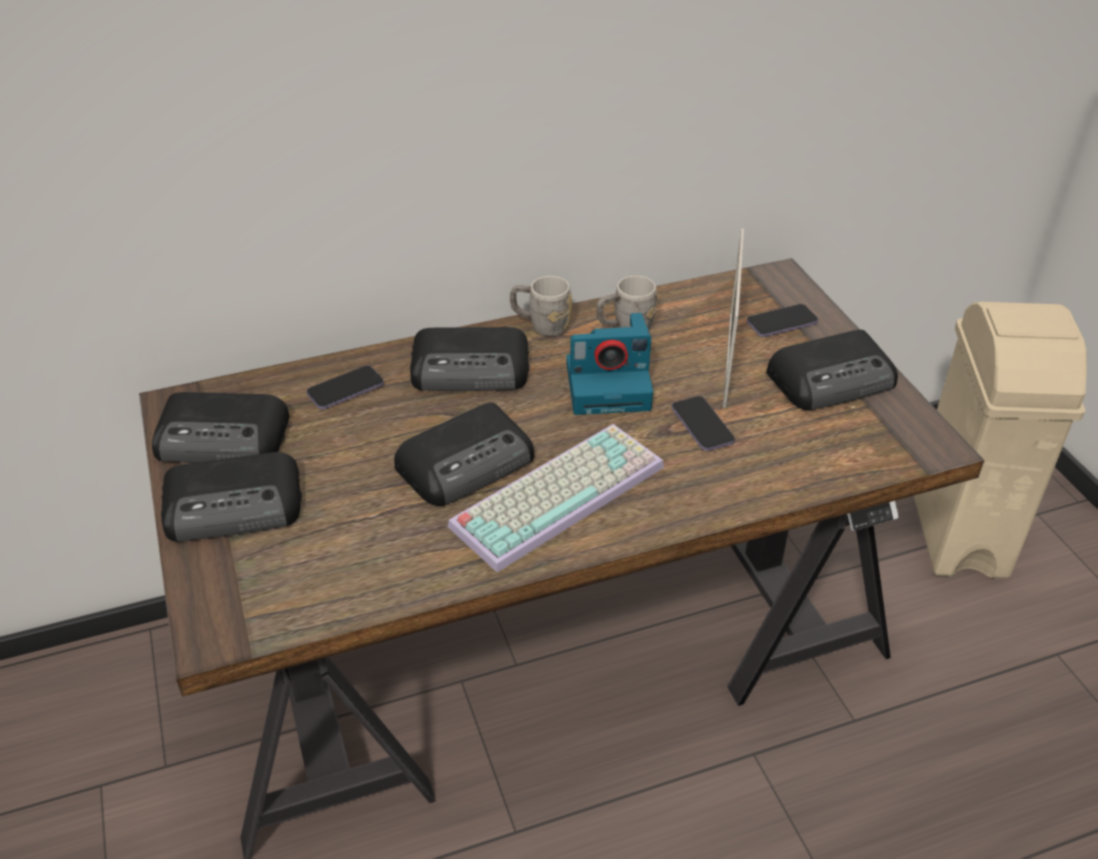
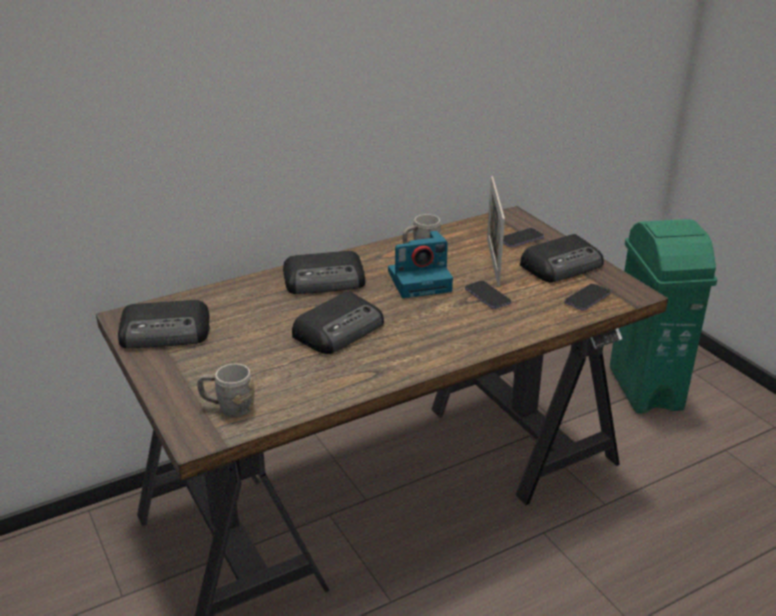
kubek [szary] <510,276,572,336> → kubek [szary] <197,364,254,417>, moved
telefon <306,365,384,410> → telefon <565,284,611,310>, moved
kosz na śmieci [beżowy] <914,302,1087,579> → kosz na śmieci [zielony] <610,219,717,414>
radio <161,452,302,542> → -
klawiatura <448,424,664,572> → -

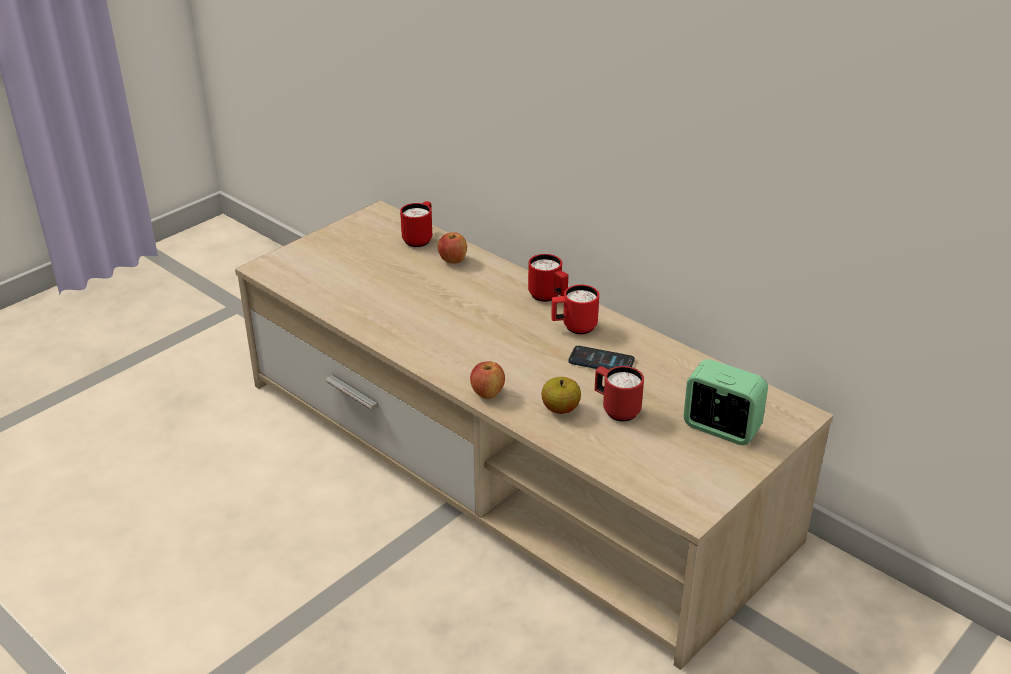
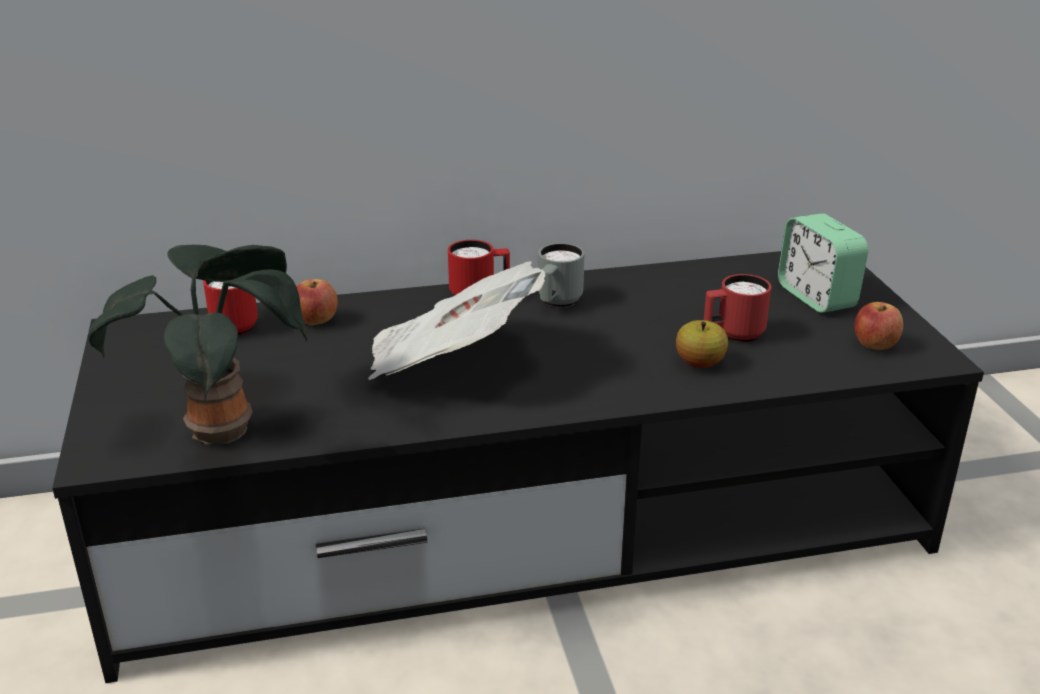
szafka pod telewizor [beżowy] <235,201,834,670> → szafka pod telewizor [czarny] <52,251,984,683>
- → roślina doniczkowa <88,245,307,445>
- → gazeta <368,261,545,380>
kubek [czerwony] <551,285,599,334> → kubek [szary] <538,243,585,307>
budzik <683,359,768,445> → budzik <778,213,869,313>, 90 degrees counterclockwise
jabłko <470,361,505,399> → jabłko <854,302,903,350>, moved
telefon <568,346,635,370> → -

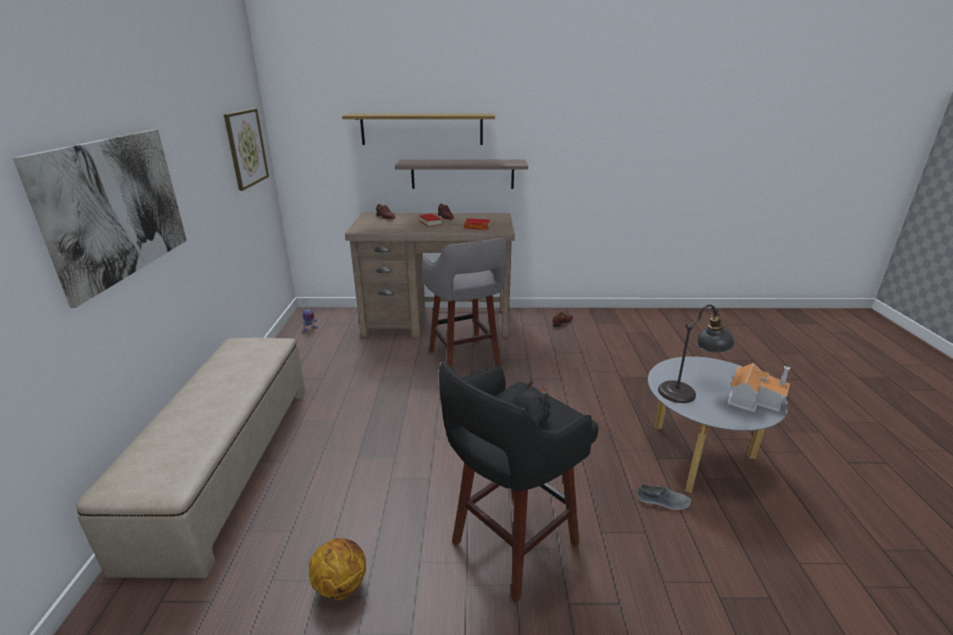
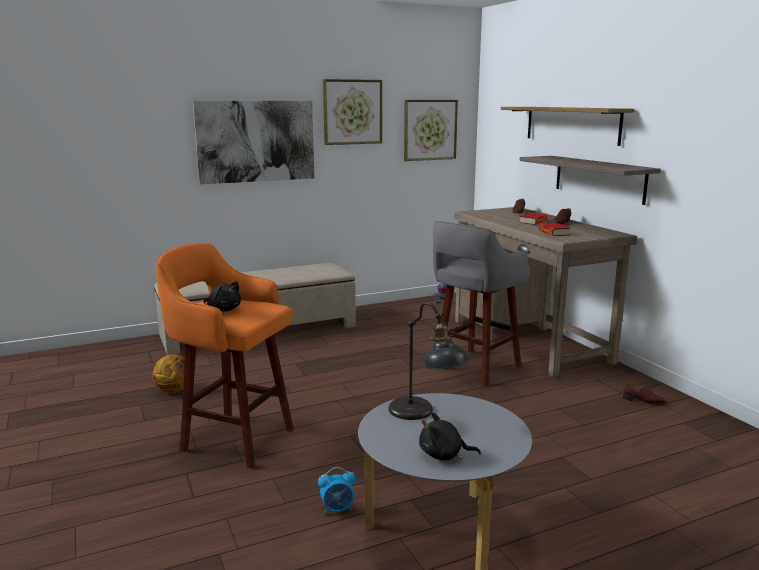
stołek [czarny] <439,362,599,602> → stołek [pomarańczowy] <156,243,294,468>
but [szary] <637,484,691,510> → budzik <318,467,356,515>
- → obraz <323,79,382,145>
domek <727,363,790,412> → pluszak [czarny] <419,412,481,460>

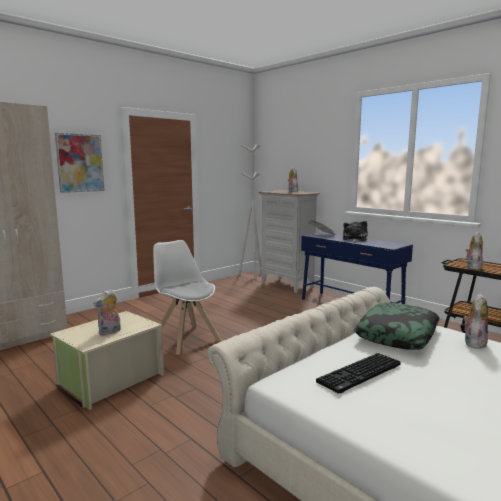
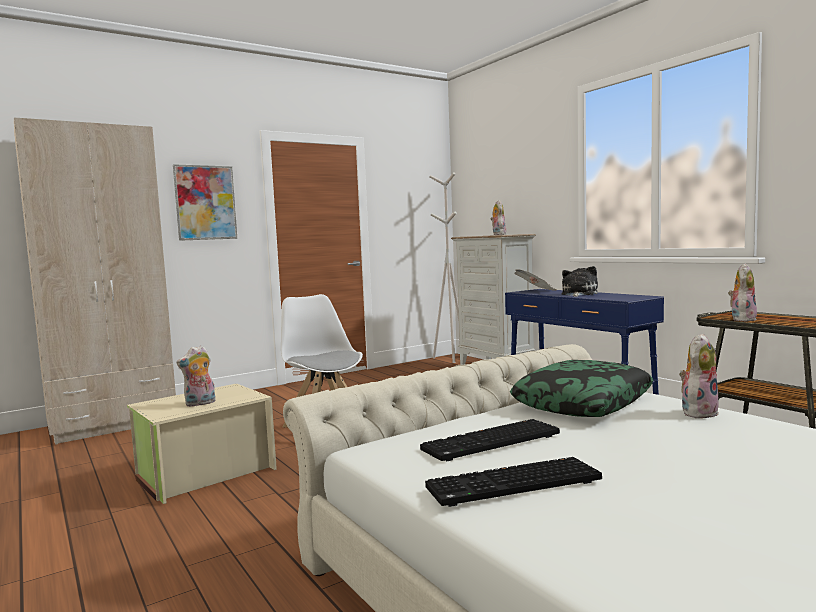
- → klawiatura <425,457,602,507>

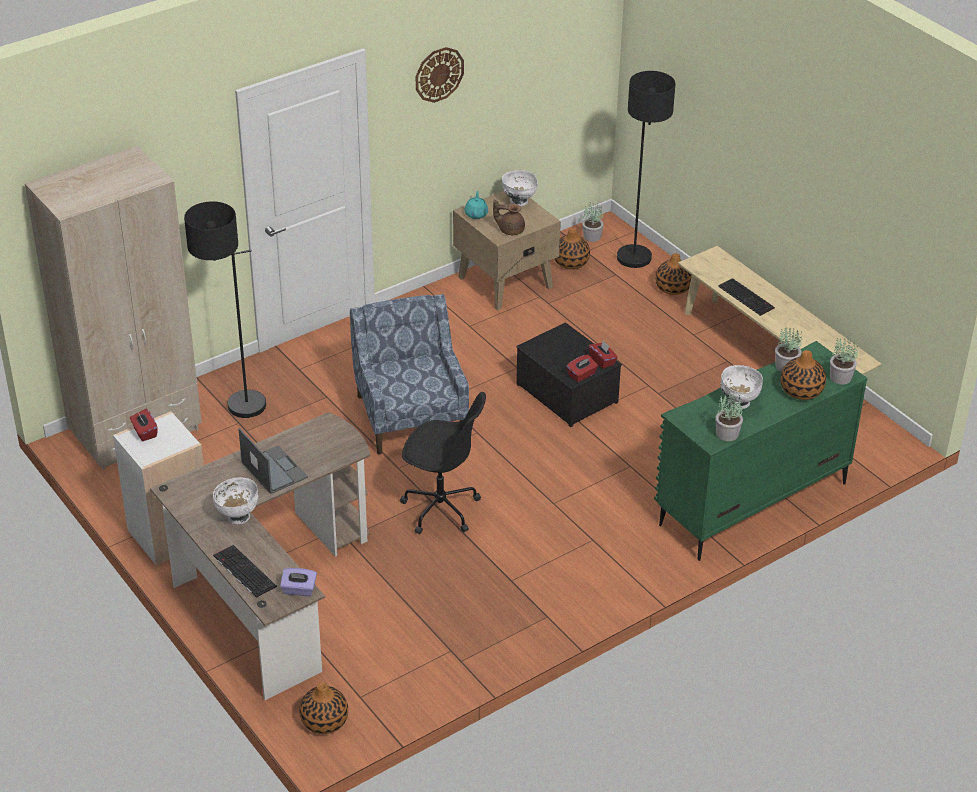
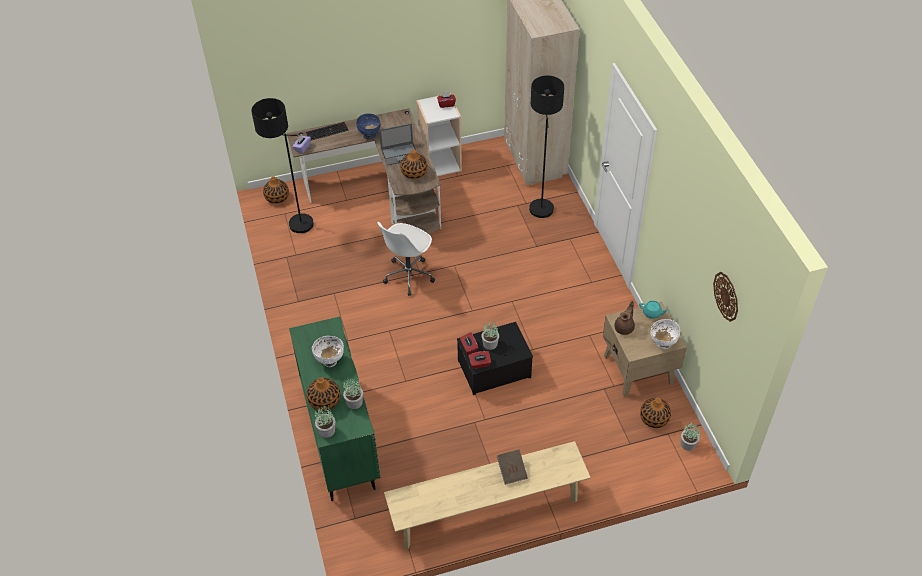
lampa stojąca [czarny] <617,71,675,268> → lampa stojąca [czarny] <251,98,314,233>, moved
miska [biały] <213,477,258,524> → miska [niebieski] <356,114,381,139>
krzesło biurowe [czarny] <400,392,486,534> → krzesło biurowe [biały] <377,222,435,296>
wazon <655,253,692,295> → wazon <400,150,428,179>, moved
roślina doniczkowa <716,392,743,441> → roślina doniczkowa <482,321,499,350>, moved
klawiatura <718,278,775,316> → książka [brązowy] <497,449,528,485>
zegar ścienny <416,47,464,103> → zegar ścienny <713,272,738,322>, moved
fotel [niebieski] <350,294,469,454> → -

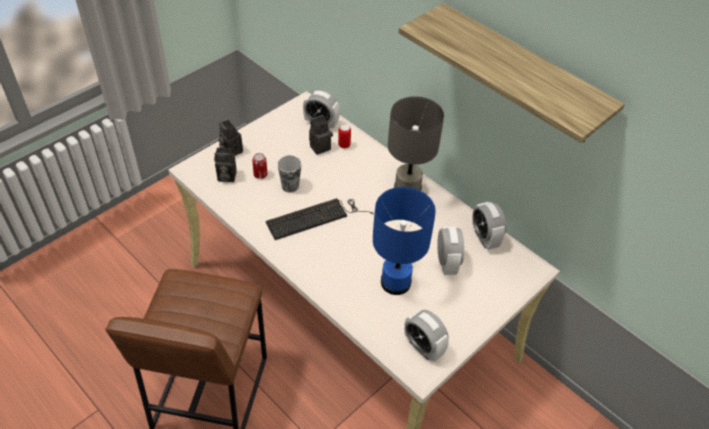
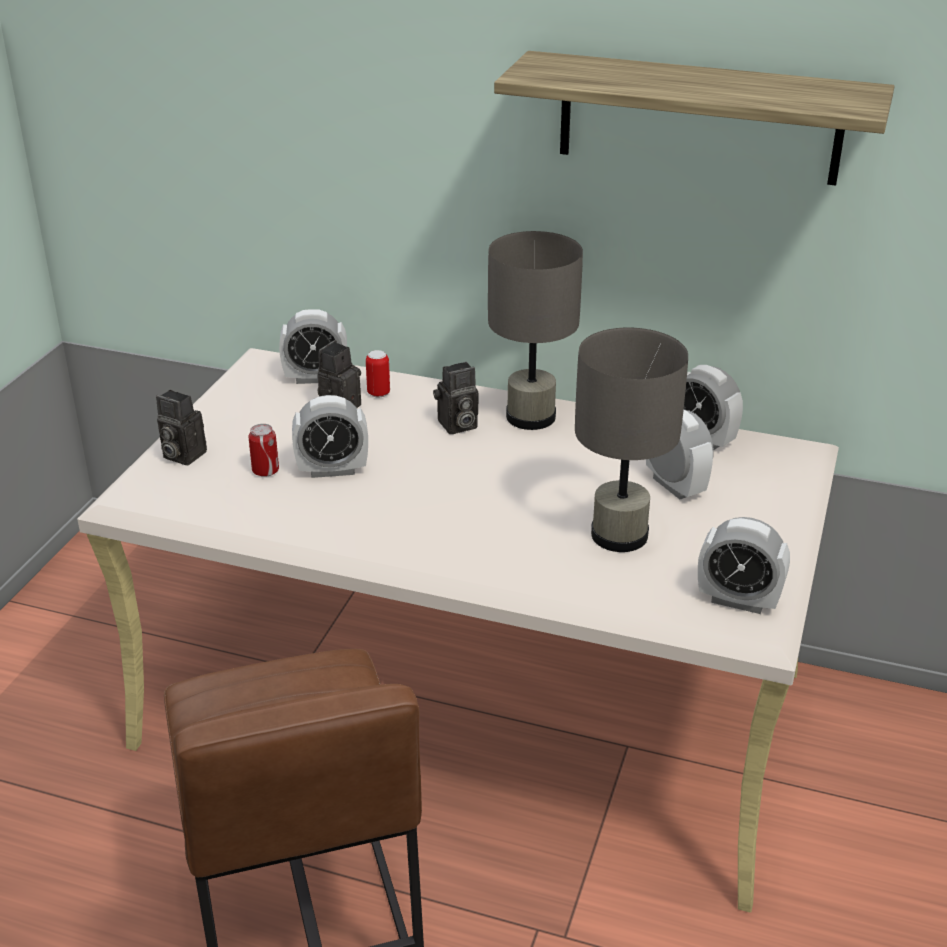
filiżanka <277,155,302,193> → budzik <292,395,368,478>
aparat fotograficzny <214,148,237,182> → aparat fotograficzny <433,362,478,434>, moved
lampa stołowa [niebieski] <373,187,436,295> → lampa stołowa [szary] <575,328,688,552>
klawiatura <266,198,374,240> → -

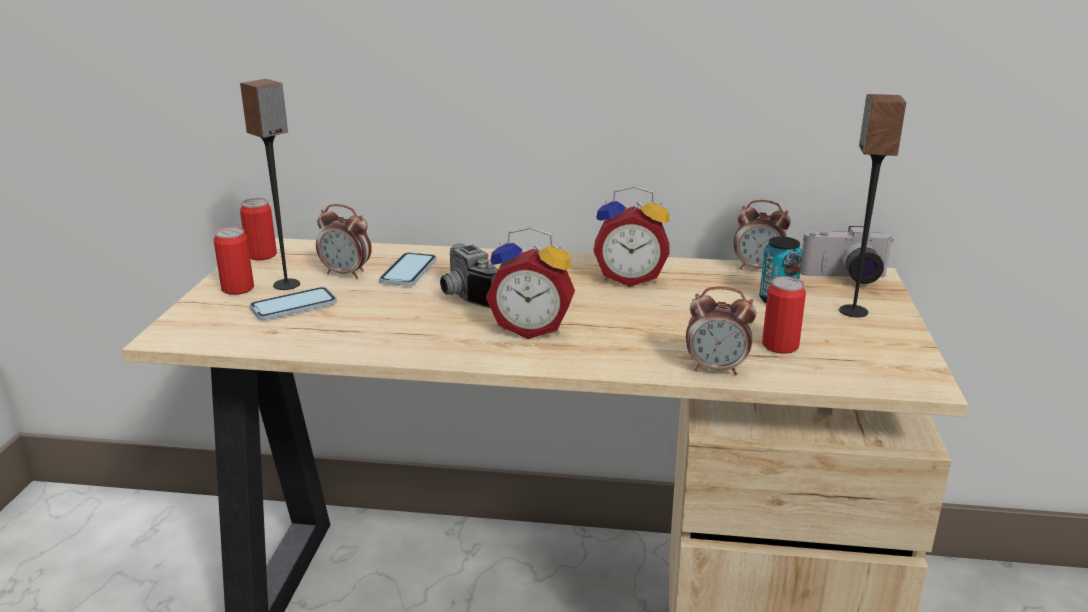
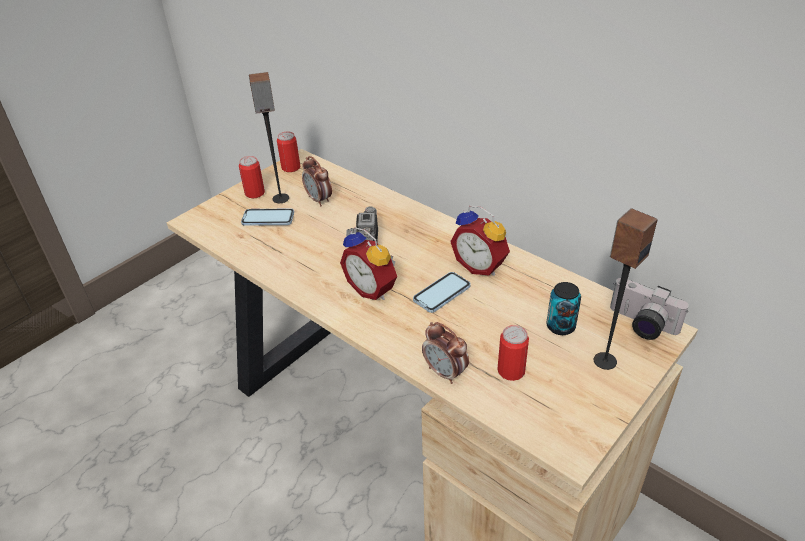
telefon <379,253,437,286> → telefon <413,272,471,313>, moved
budzik <734,200,791,270> → -

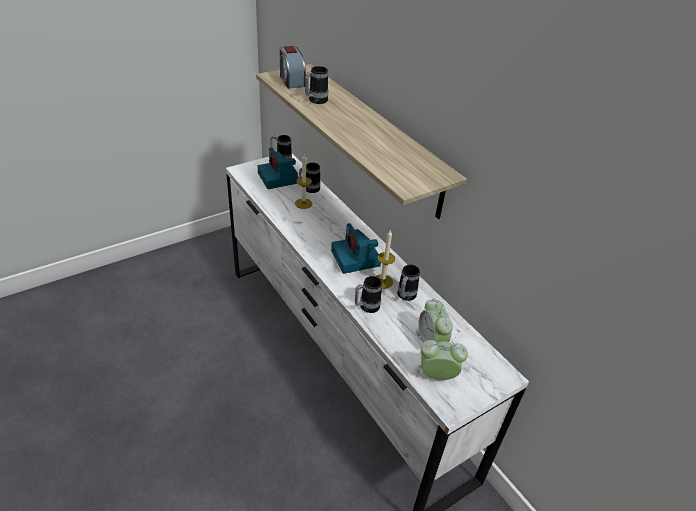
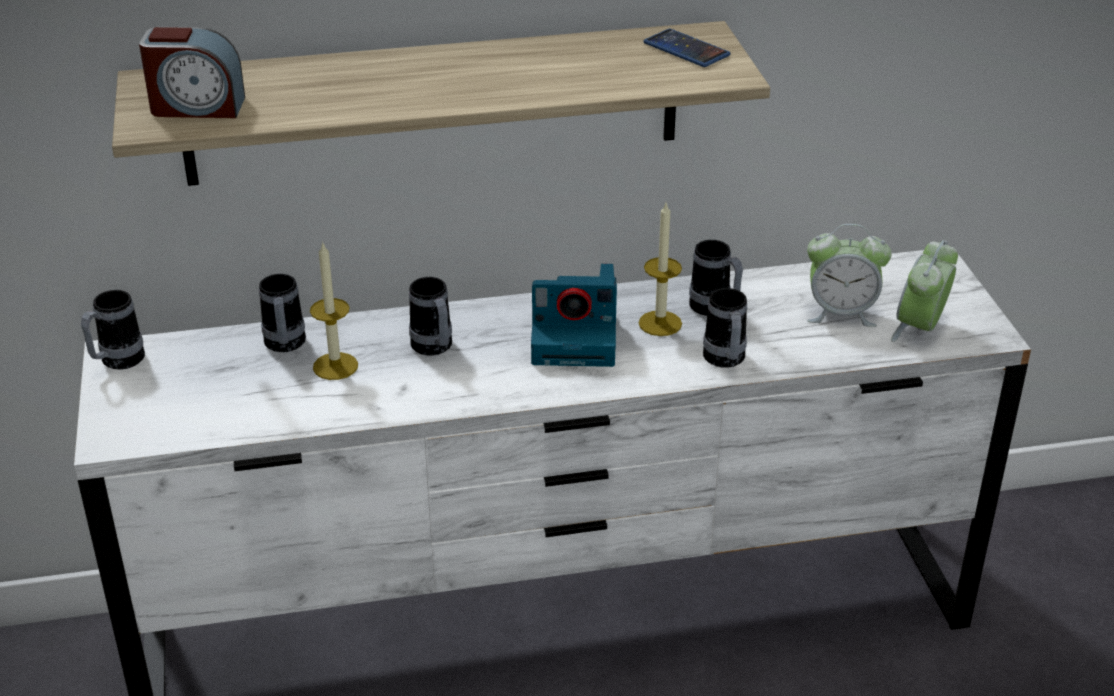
kubek <305,66,328,104> → kubek <409,277,452,356>, moved
- → telefon <643,29,731,67>
aparat fotograficzny <258,147,299,189> → -

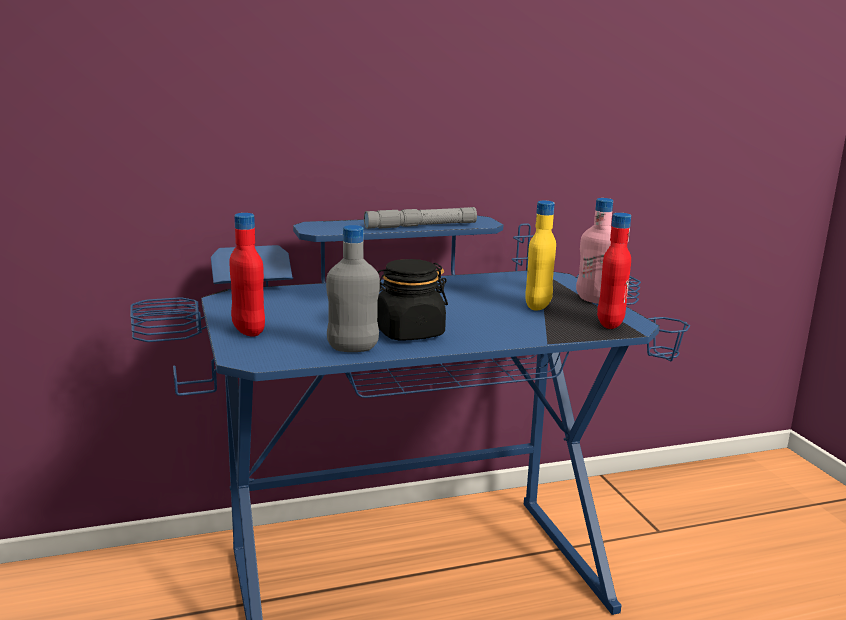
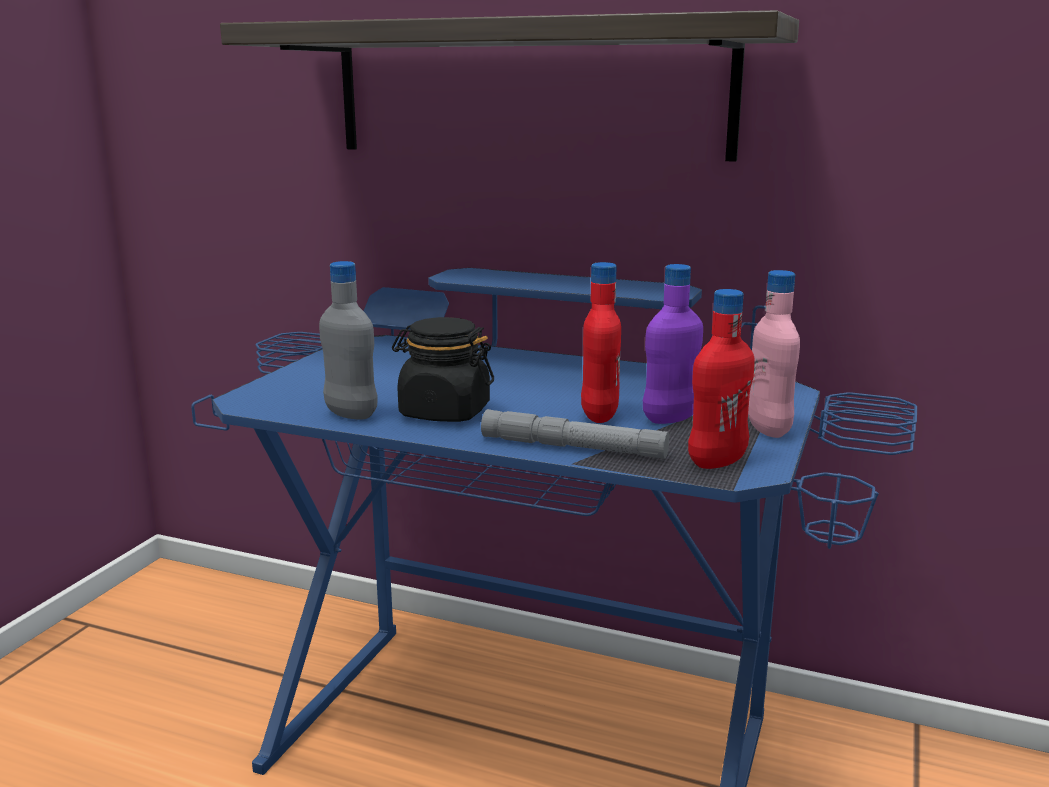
- → półka <220,10,799,162>
latarka [szary] <364,207,477,229> → latarka [szary] <481,409,669,459>, moved
butelka [czerwony] <229,213,265,337> → butelka [czerwony] <581,262,621,423>, moved
butelka [żółty] <525,201,556,311> → butelka [fioletowy] <643,264,703,424>

